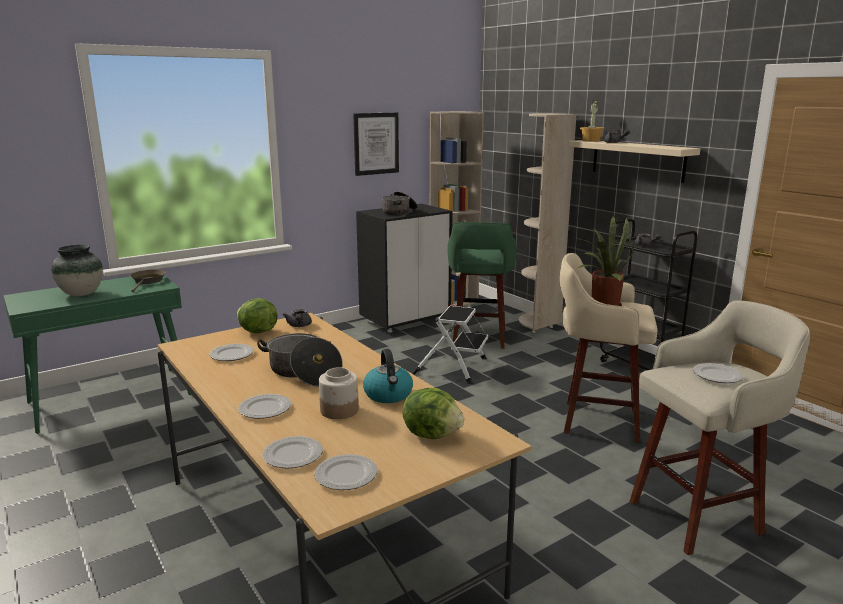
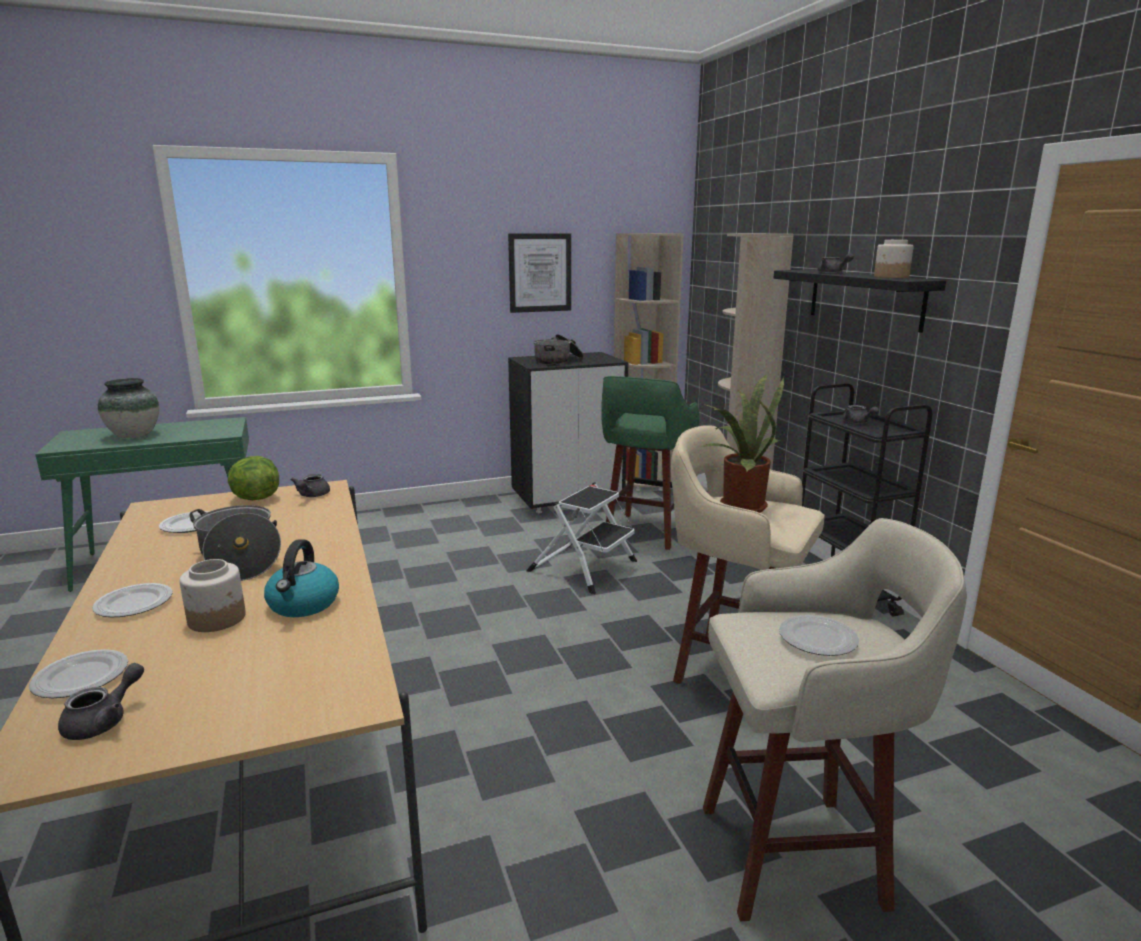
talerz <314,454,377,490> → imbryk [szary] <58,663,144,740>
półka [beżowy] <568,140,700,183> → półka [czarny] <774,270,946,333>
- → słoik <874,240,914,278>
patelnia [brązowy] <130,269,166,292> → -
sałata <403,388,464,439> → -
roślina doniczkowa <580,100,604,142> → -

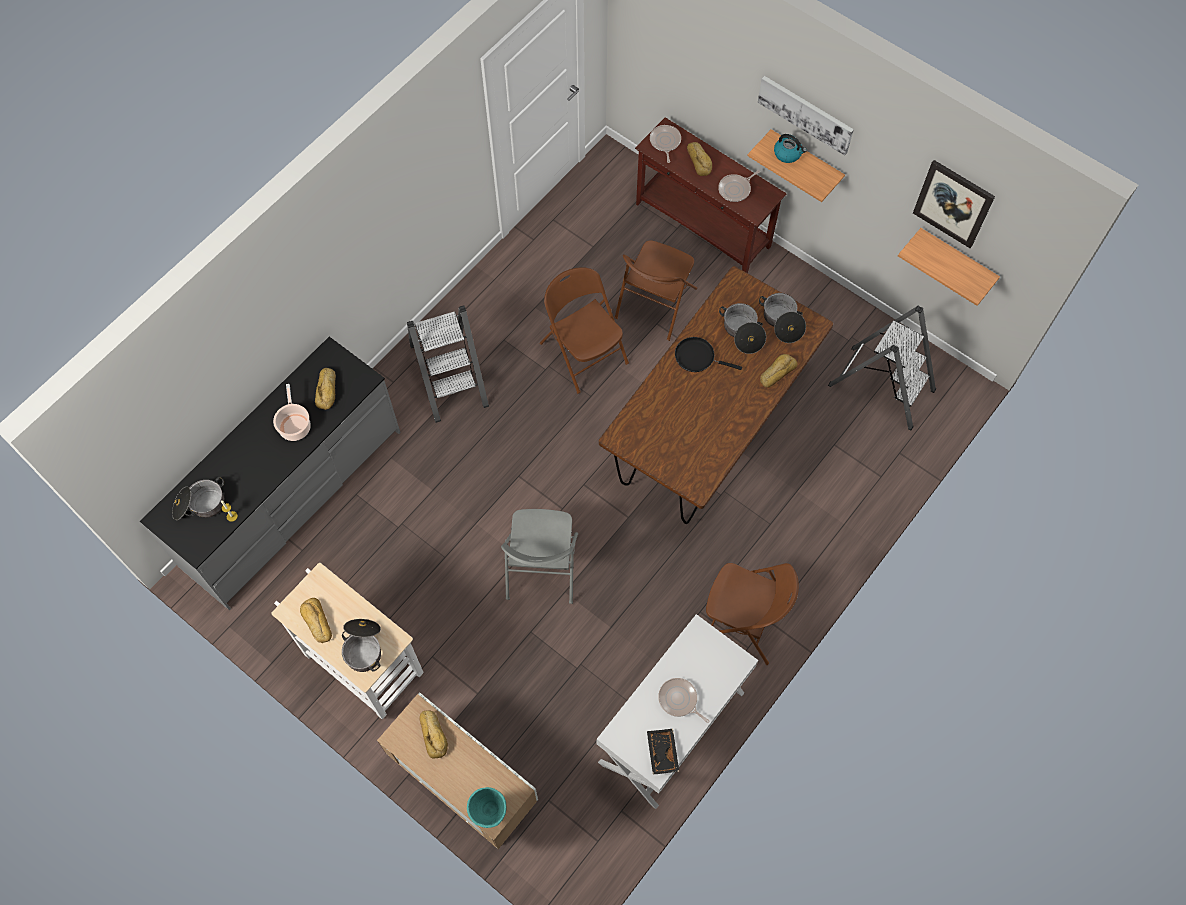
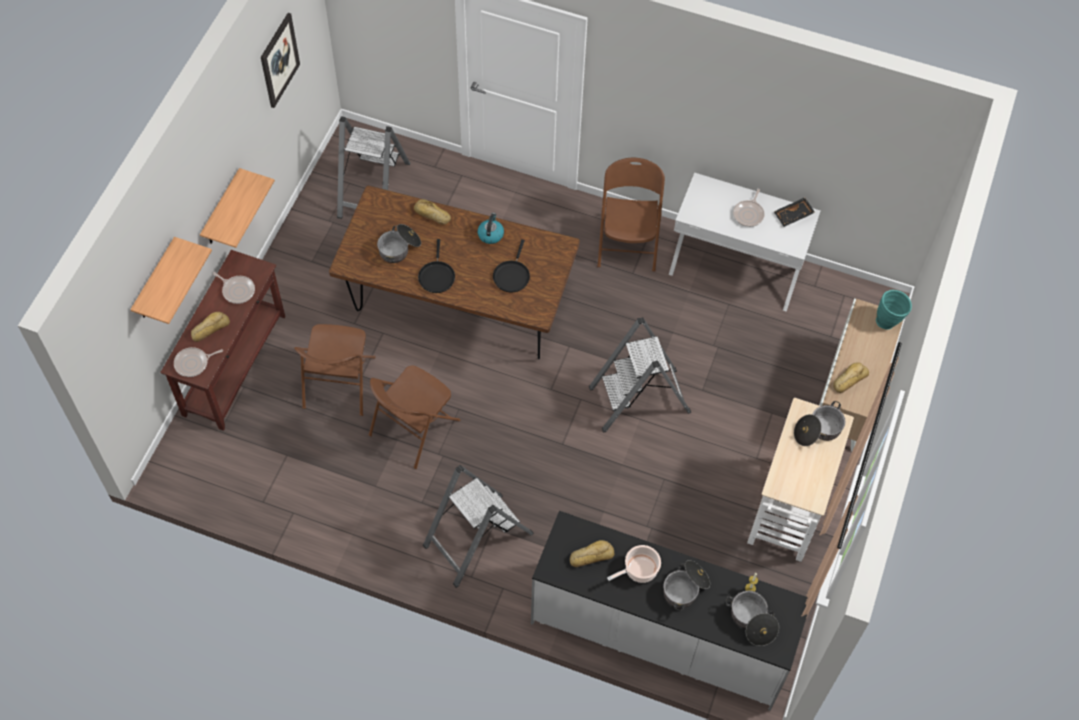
półka <898,228,1000,306> → półka <130,237,212,324>, moved
krzesło [brązowy] <614,240,697,341> → krzesło [brązowy] <294,324,376,416>, 90 degrees clockwise
czajnik <774,134,807,163> → czajnik <477,213,504,244>, moved
- → patelnia [czarny] <493,240,530,292>
krzesło [szary] <501,509,578,604> → drabinka [szary] <589,317,691,433>
garnek <759,293,806,343> → garnek <663,560,710,610>, moved
chleb <300,598,332,643> → -
obraz <758,76,854,156> → -

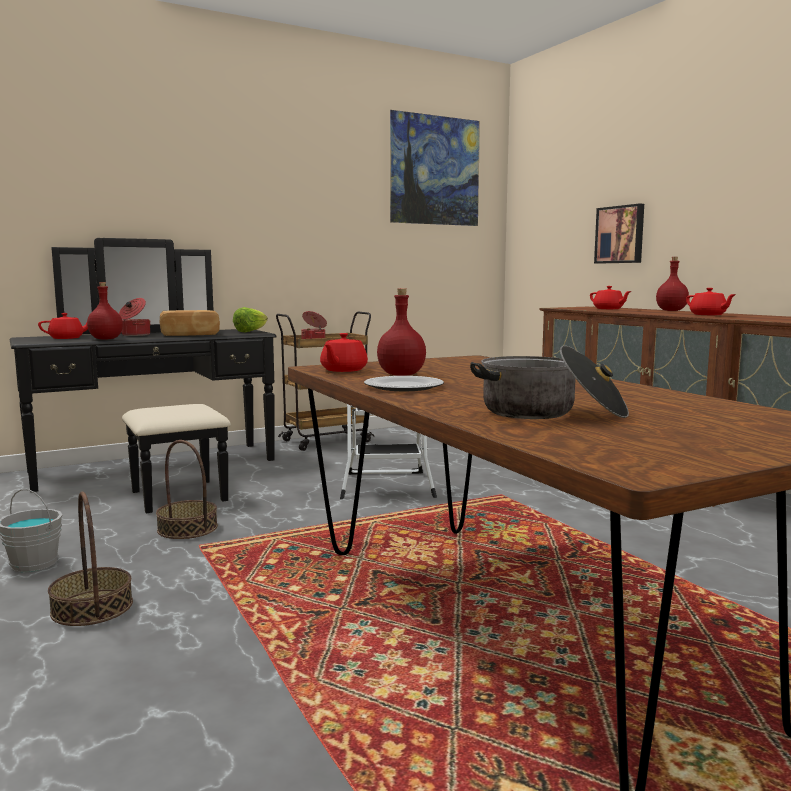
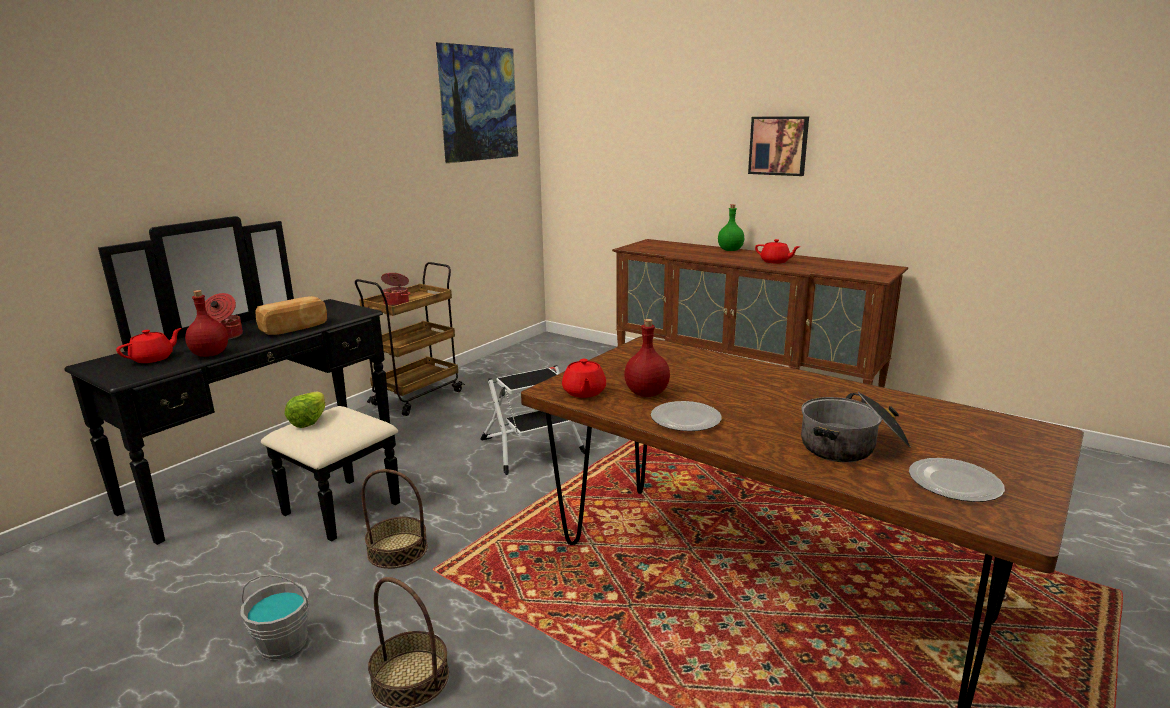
sałata <233,307,268,332> → sałata <285,392,325,428>, moved
butelka [czerwony] <656,257,689,311> → butelka [zielony] <718,204,744,251>
obraz <594,203,644,264> → obraz <748,116,809,176>, moved
- → talerz <909,458,1005,502>
imbryk [czerwony] <590,286,631,309> → -

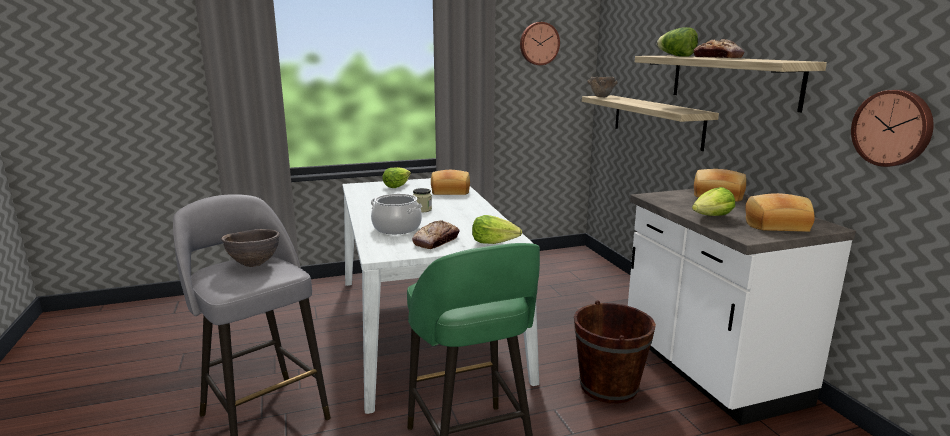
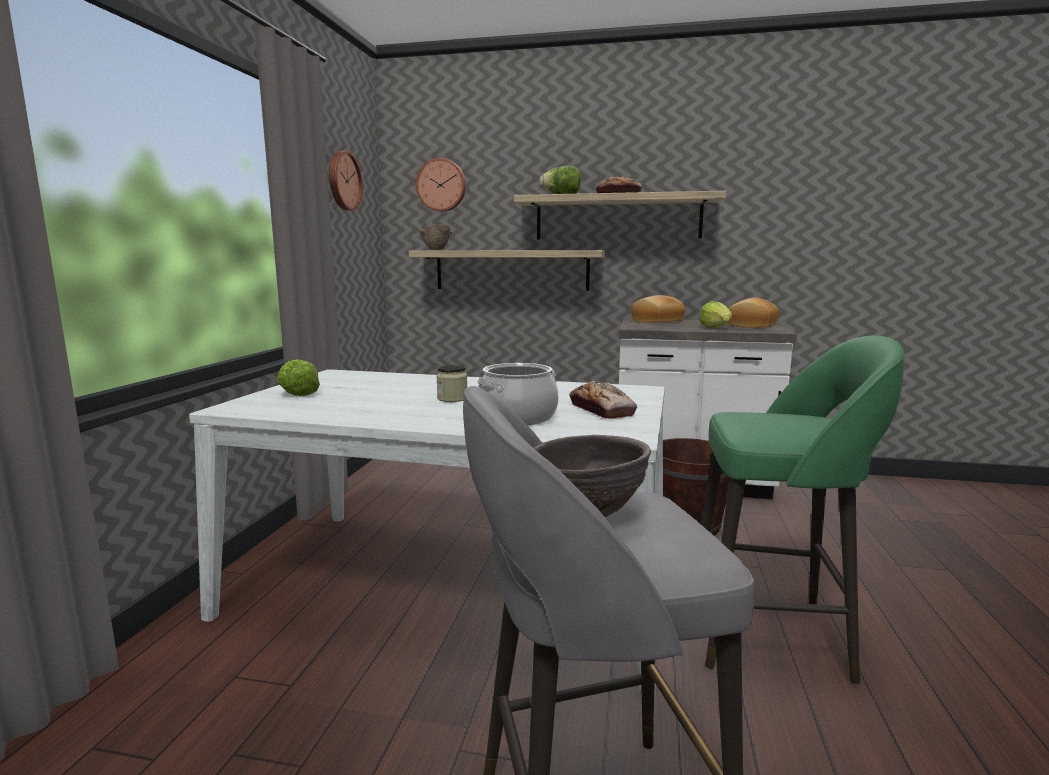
zegar ścienny <851,90,934,167> → zegar ścienny <416,158,466,212>, moved
chleb <431,170,470,195> → -
sałata <472,215,522,244> → -

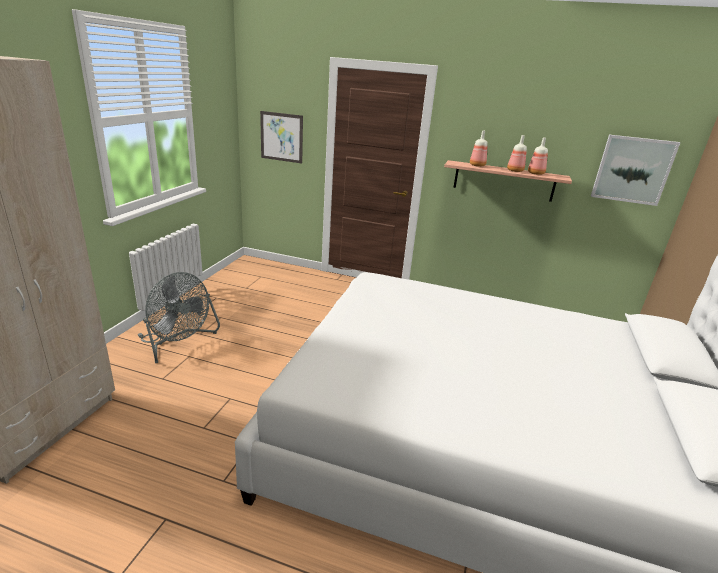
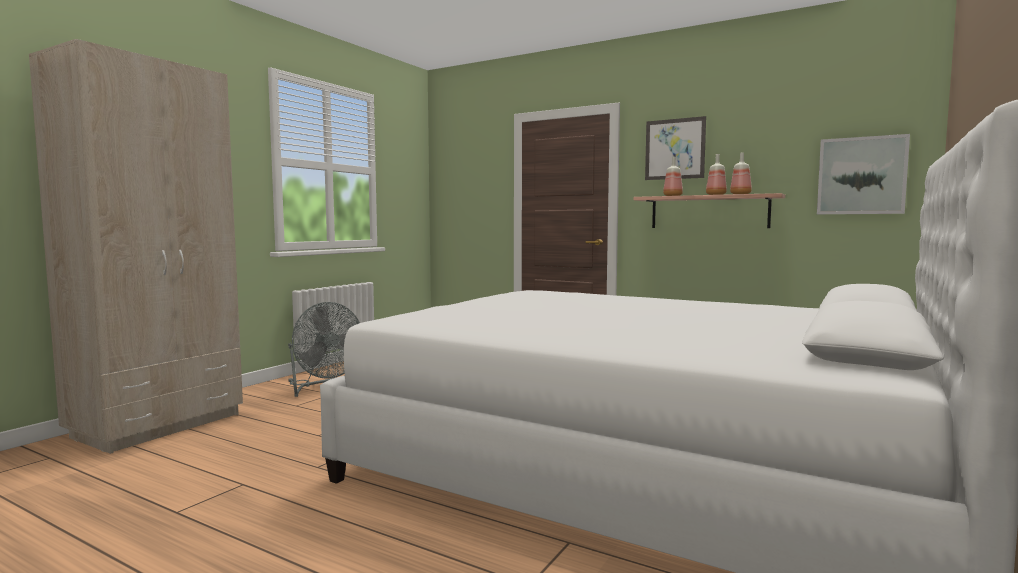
obraz <260,111,303,163> → obraz <645,116,706,180>, moved

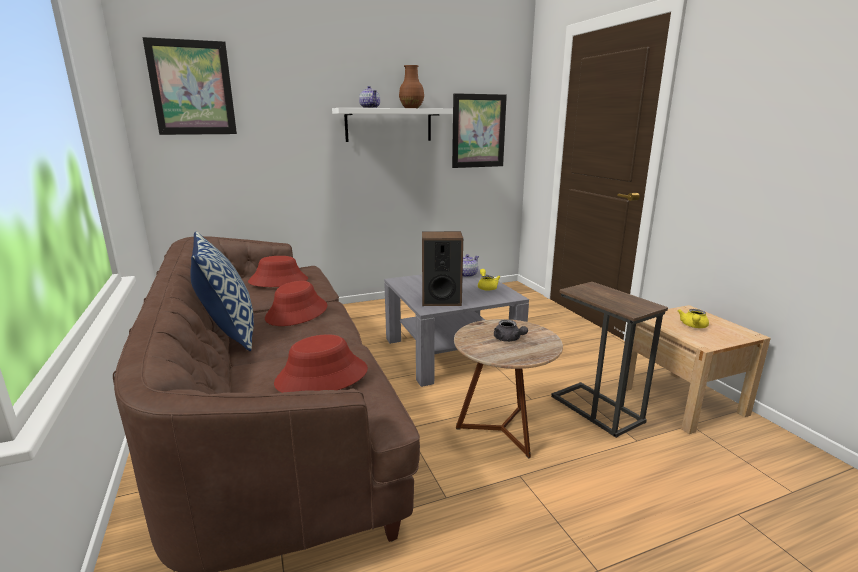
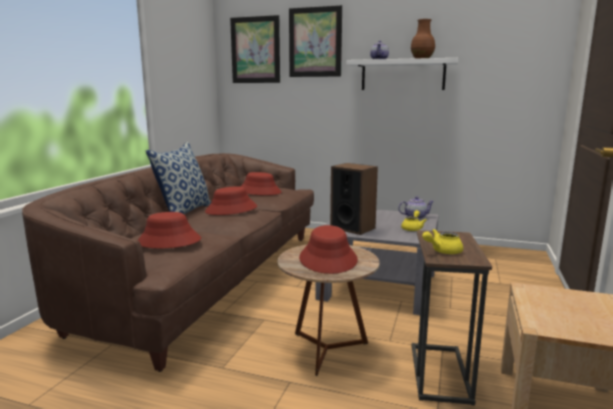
obraz <452,93,507,168> → obraz <289,5,342,77>, moved
imbryk [szary] <494,320,528,342> → kapelusz [czerwony] <299,225,358,274>
imbryk [żółty] <678,309,709,328> → imbryk [żółty] <422,229,463,254>, moved

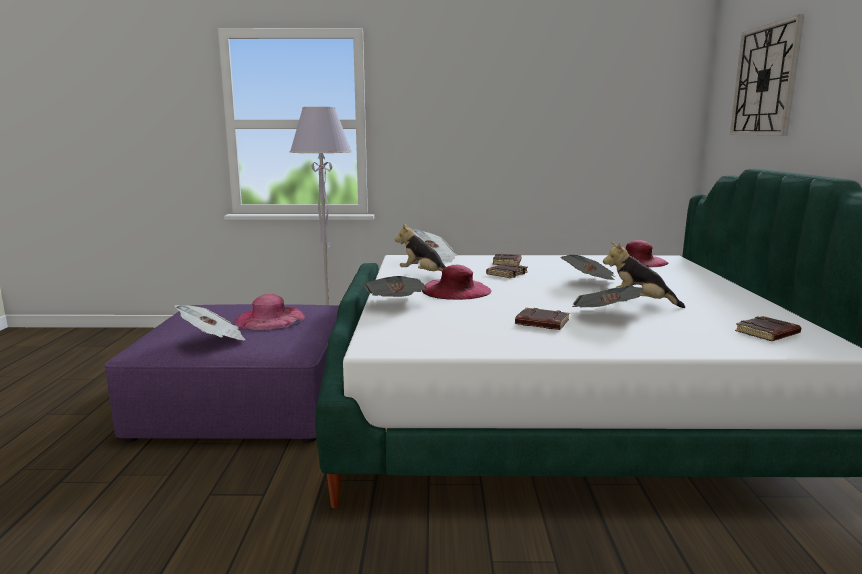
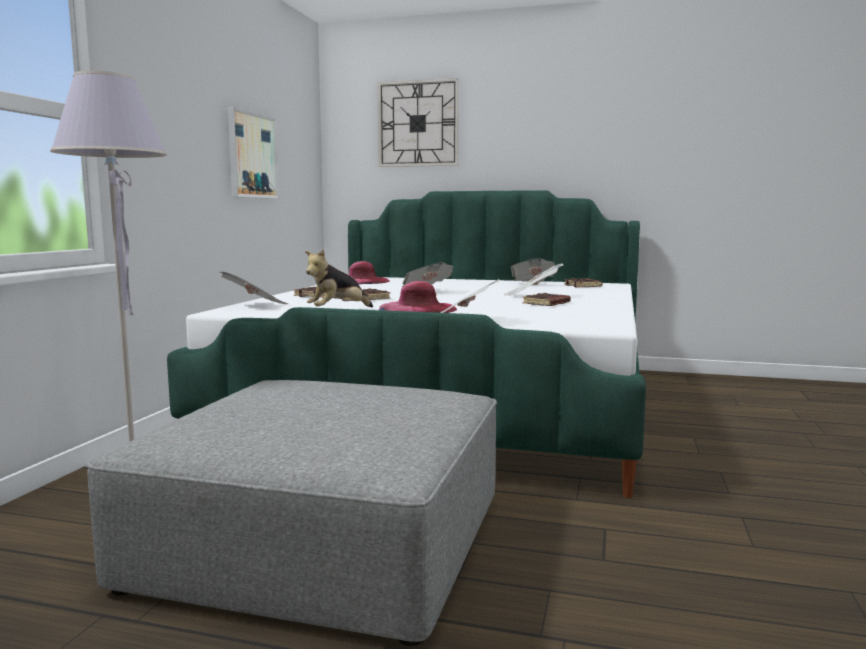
pufa [fioletowy] <104,304,339,442> → pufa [szary] <85,380,497,646>
- → obraz <228,107,279,199>
gazeta <174,305,245,340> → gazeta <510,258,558,282>, moved
kapelusz [różowy] <234,294,306,330> → -
pluszak <603,242,685,308> → -

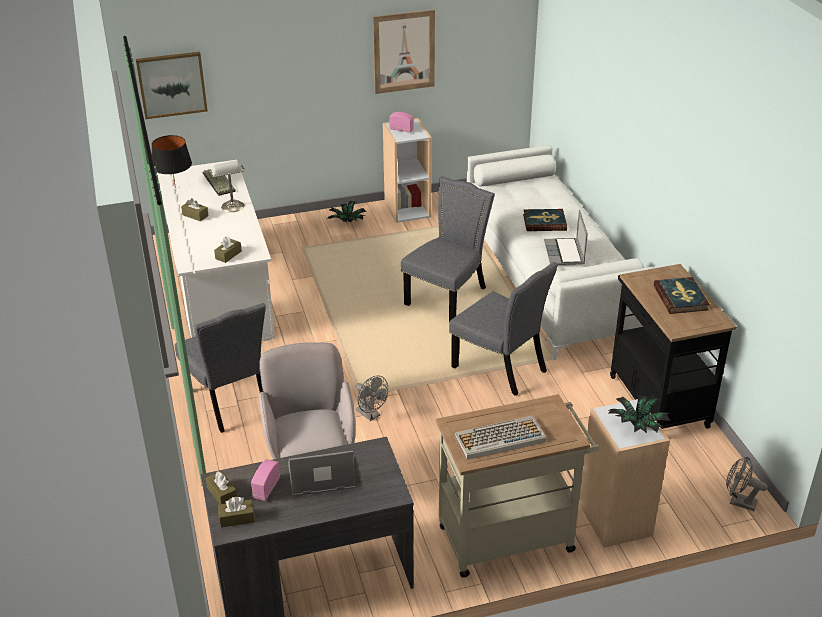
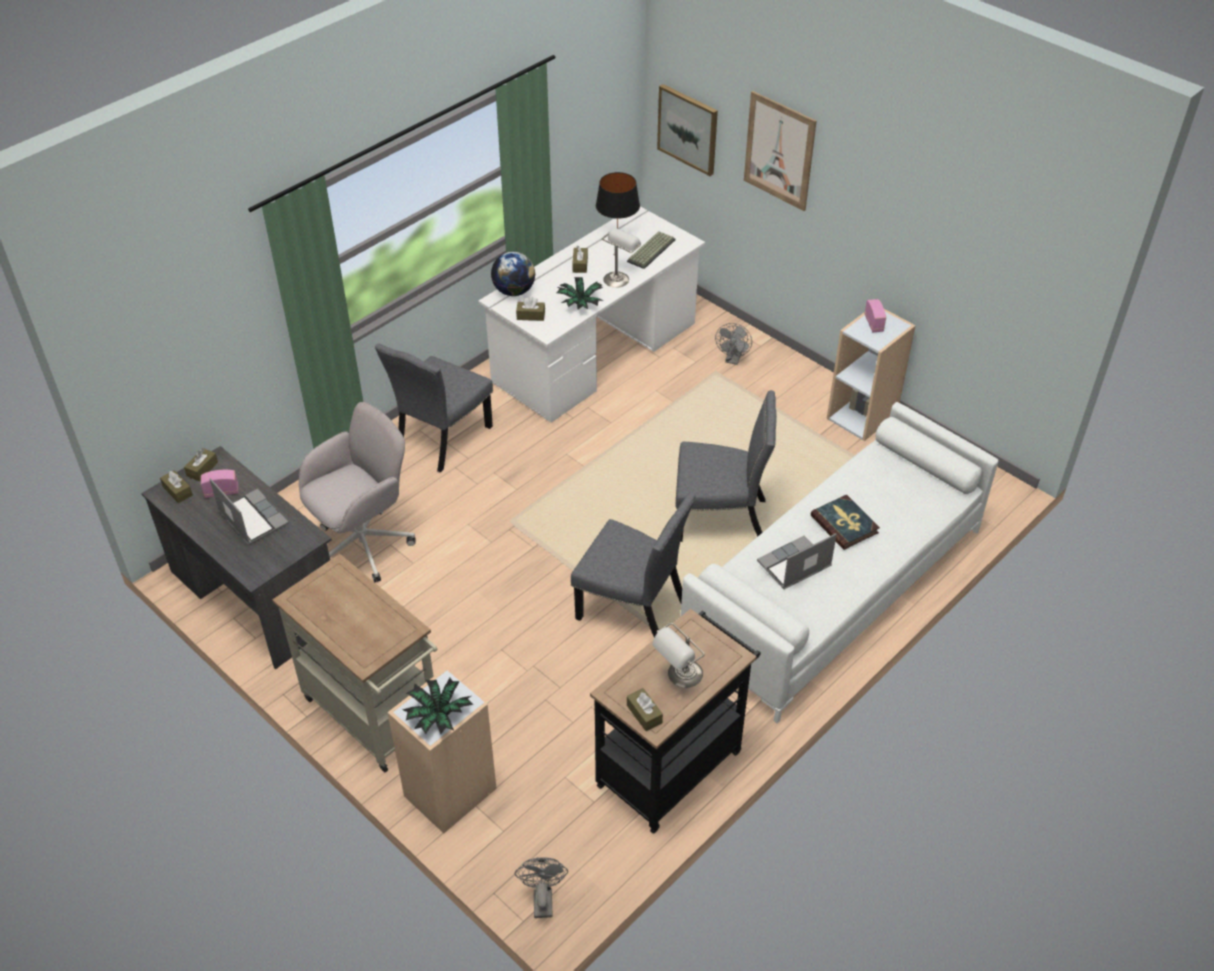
- → globus <491,252,535,296>
roślina doniczkowa <328,200,367,223> → roślina doniczkowa <557,277,603,309>, moved
krzesło [szary] <449,262,558,396> → krzesło [szary] <571,492,696,637>, 75 degrees counterclockwise
- → pudełko chusteczek [brązowy] <627,688,663,731>
książka <653,277,710,314> → lampa stołowa [biały] <652,623,705,688>
wentylator [szary] <355,376,388,421> → wentylator [szary] <715,323,752,365>, moved
obraz <373,10,435,94> → obraz <744,91,817,211>, moved
klawiatura <455,416,546,460> → -

